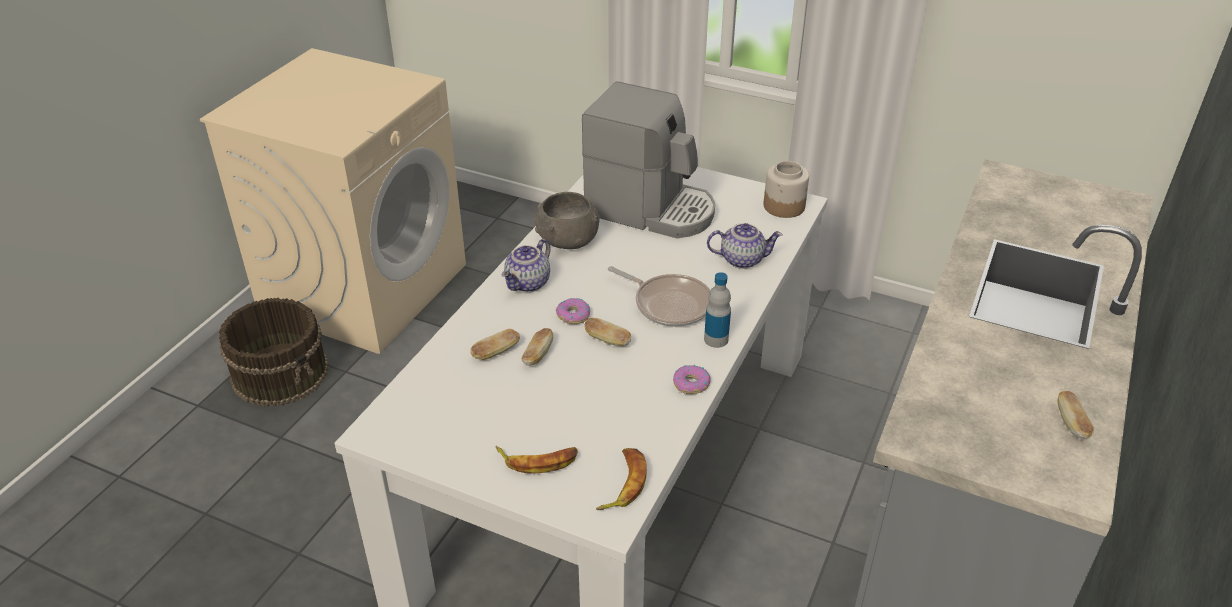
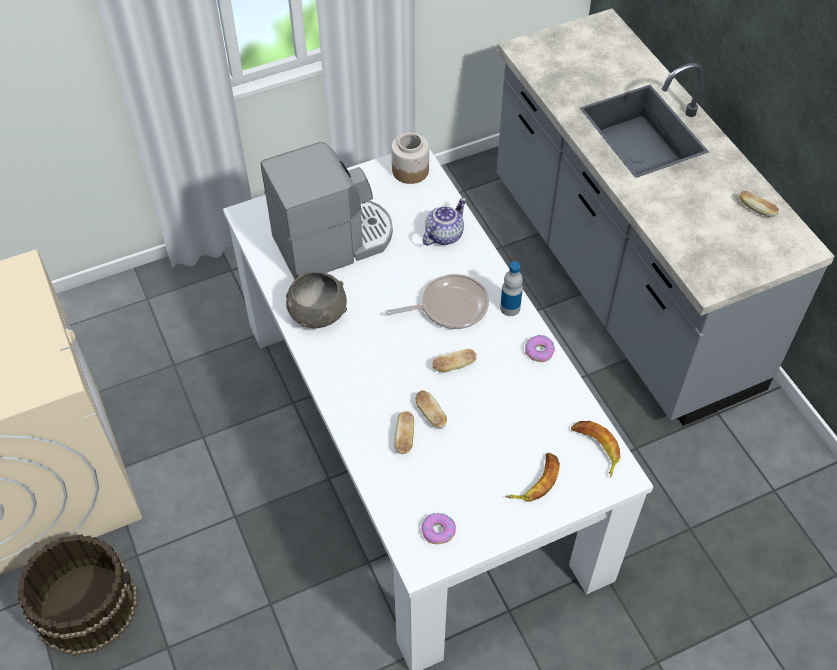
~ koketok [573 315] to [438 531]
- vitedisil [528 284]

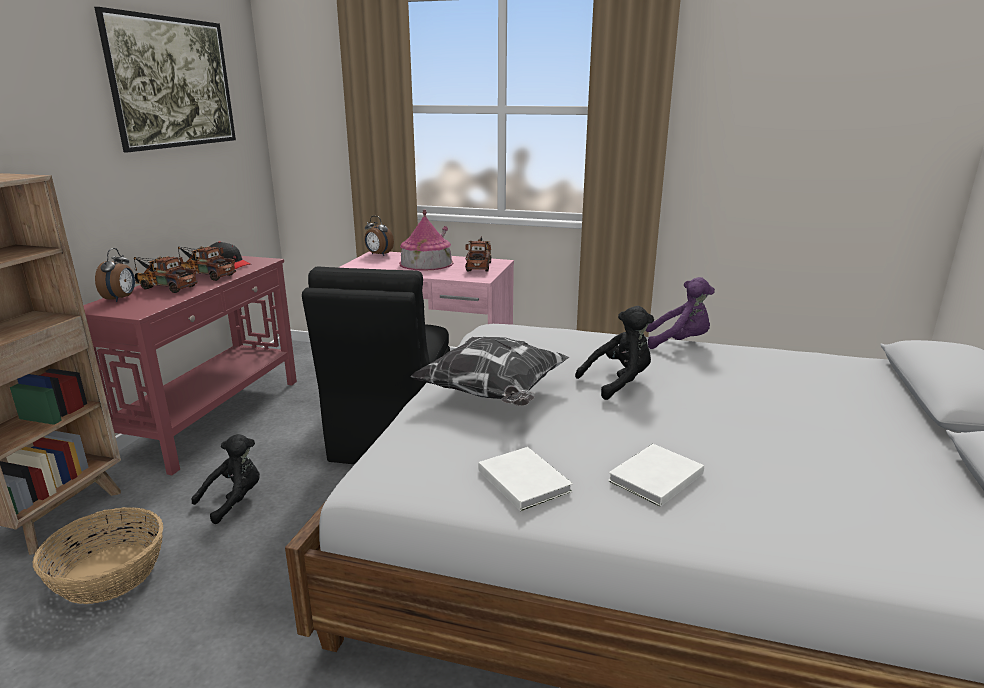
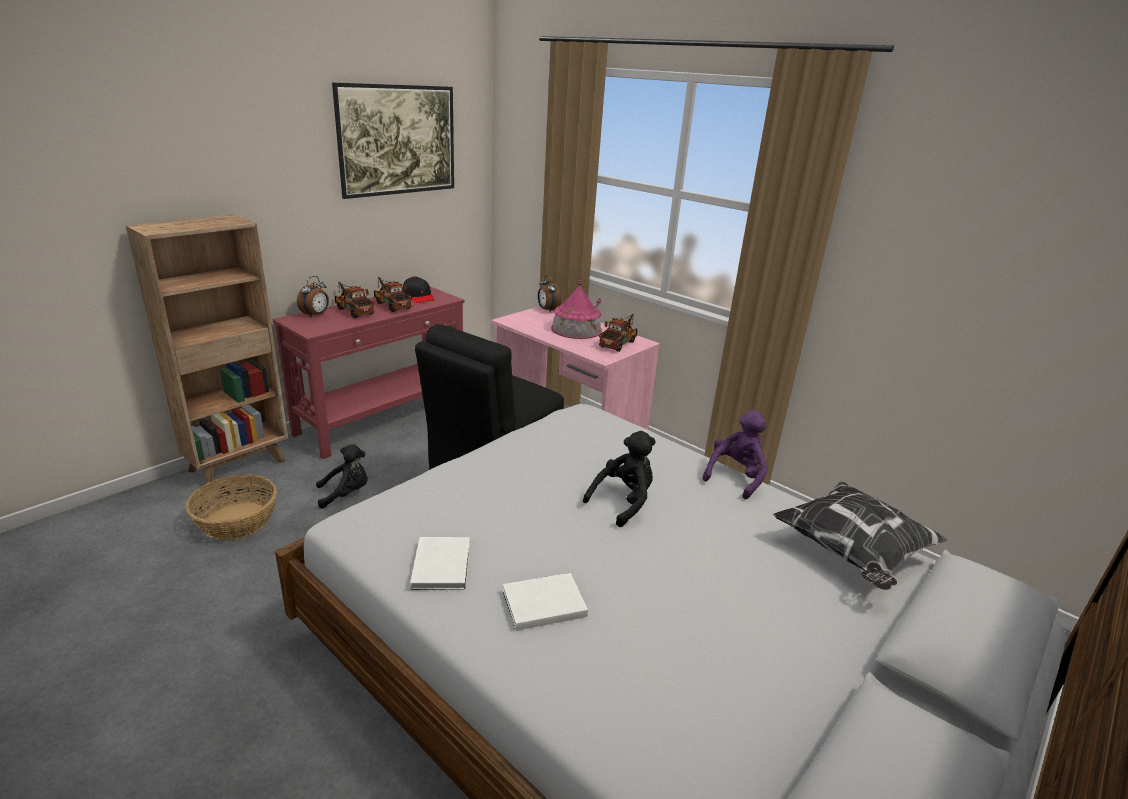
~ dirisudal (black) [618 383] = [623 502] 45 degrees counterclockwise
~ dirisudal (purple) [679 342] = [735 477] 90 degrees counterclockwise
~ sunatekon [494 395] to [852 553]

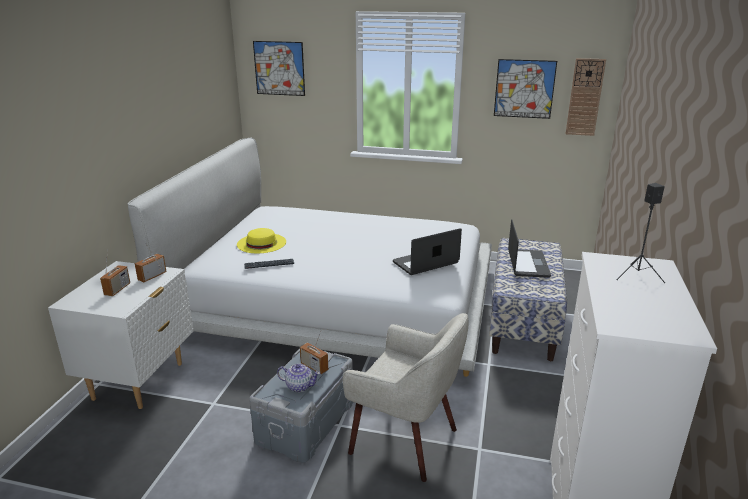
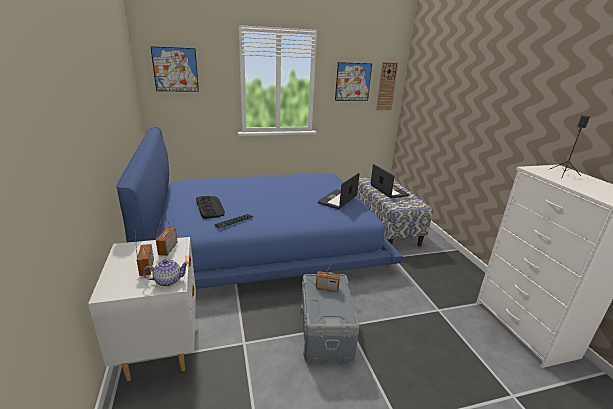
~ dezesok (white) [336 299] to dezesok (blue) [263 239]
~ vitedisil [299 386] to [167 281]
~ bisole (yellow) [261 243] to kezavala [209 207]
- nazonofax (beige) [405 440]

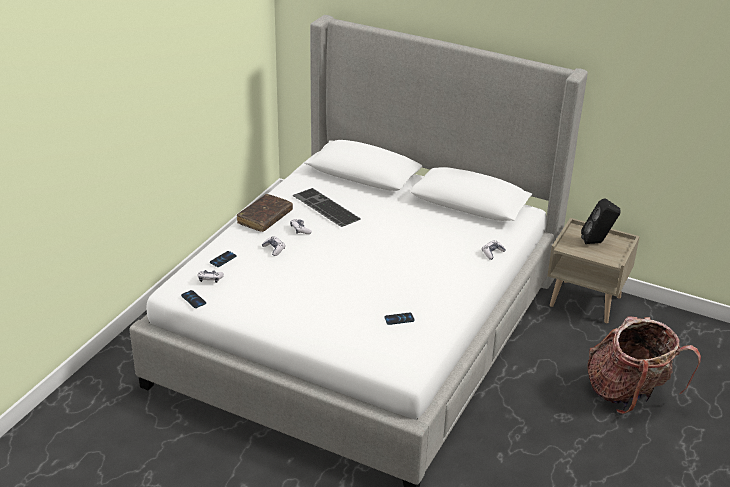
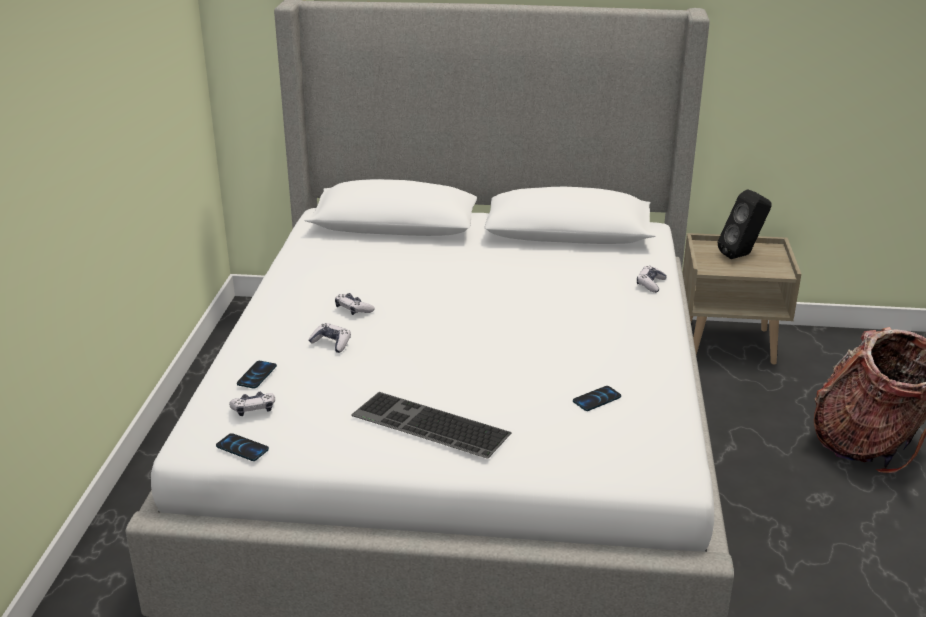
~ kezavala [324 207] to [427 426]
- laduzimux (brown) [265 218]

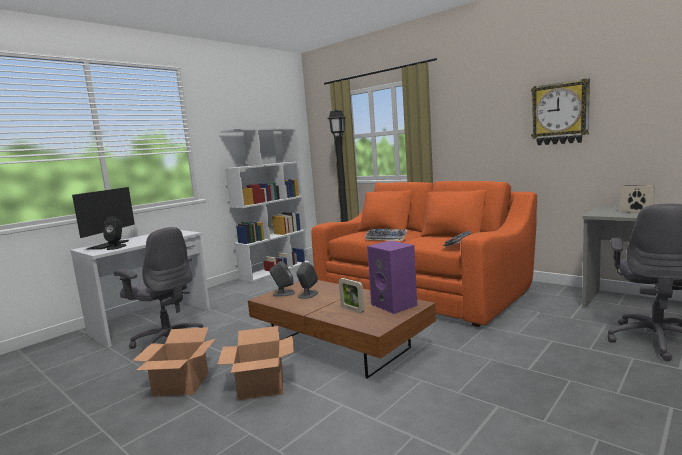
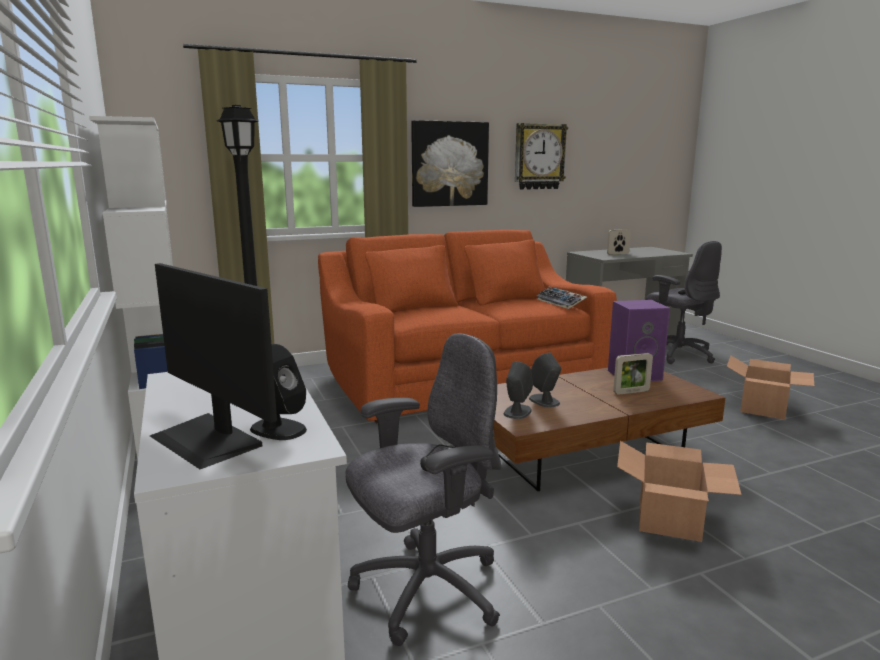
+ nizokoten [449 164]
~ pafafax [182 384] to [762 408]
- kezavala [387 238]

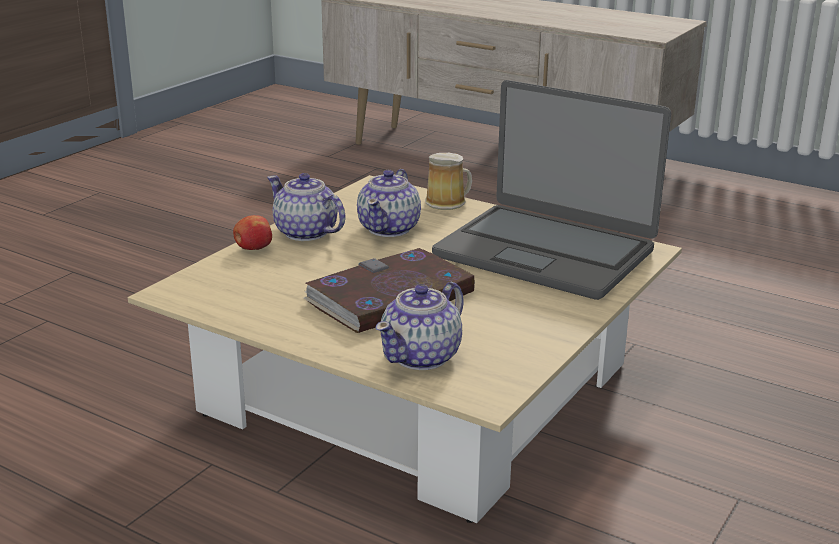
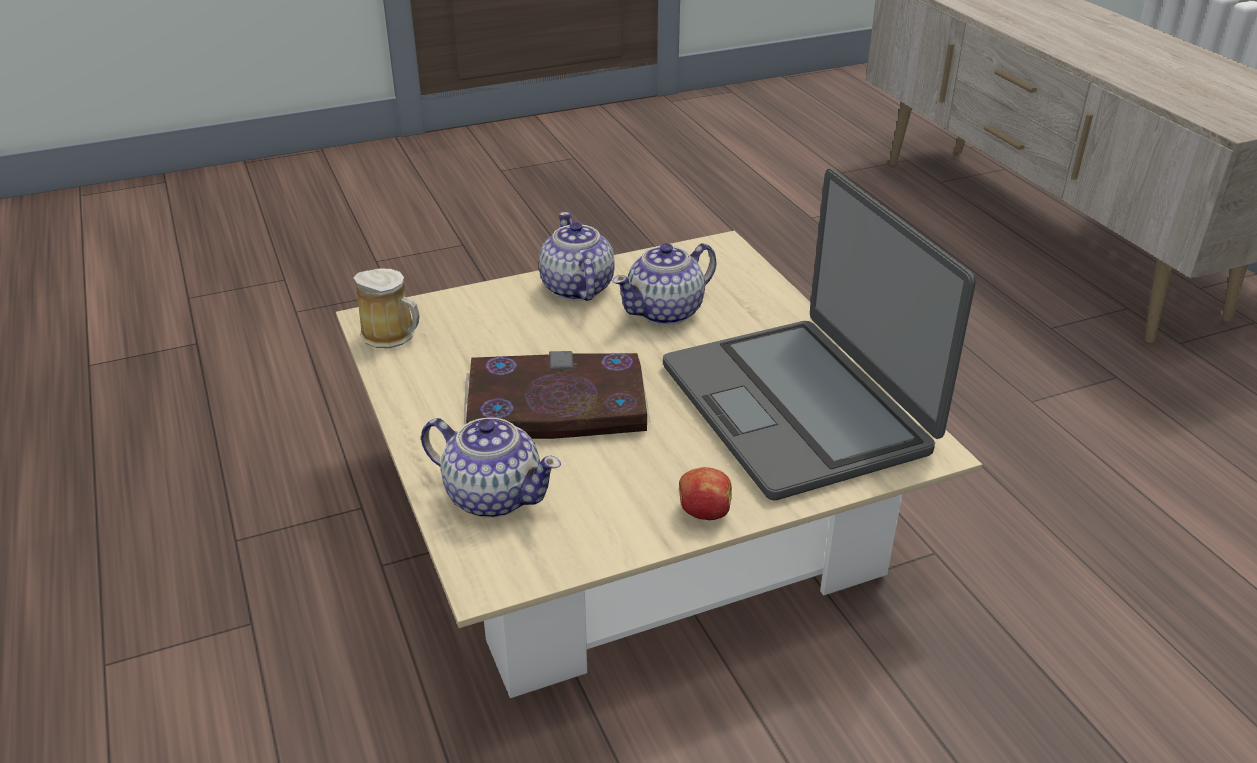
~ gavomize [448 202] to [392 335]
~ vitedisil [422 356] = [493 495] 135 degrees counterclockwise
~ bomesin [253 249] to [703 512]

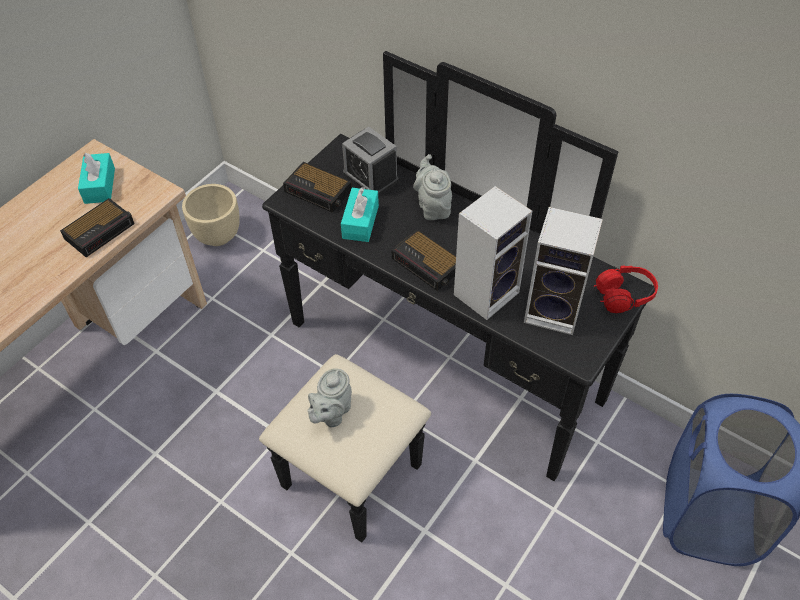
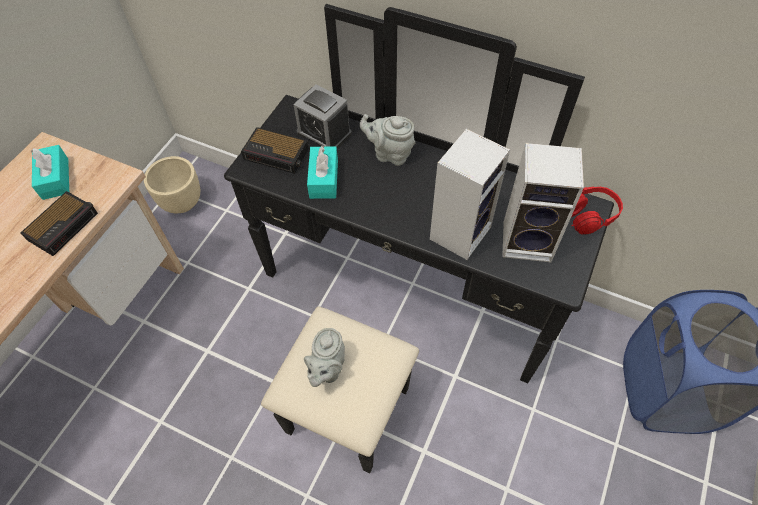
~ vitedisil (grey) [433 206] = [390 154] 45 degrees counterclockwise
- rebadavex [428 264]

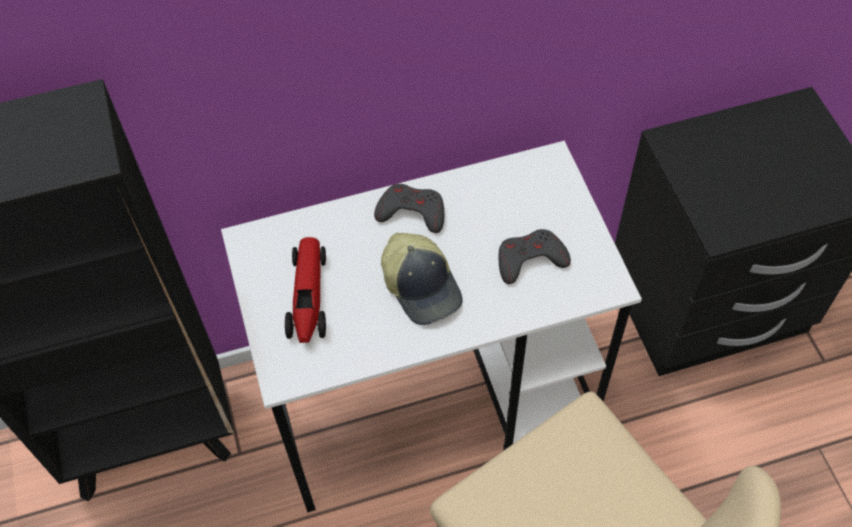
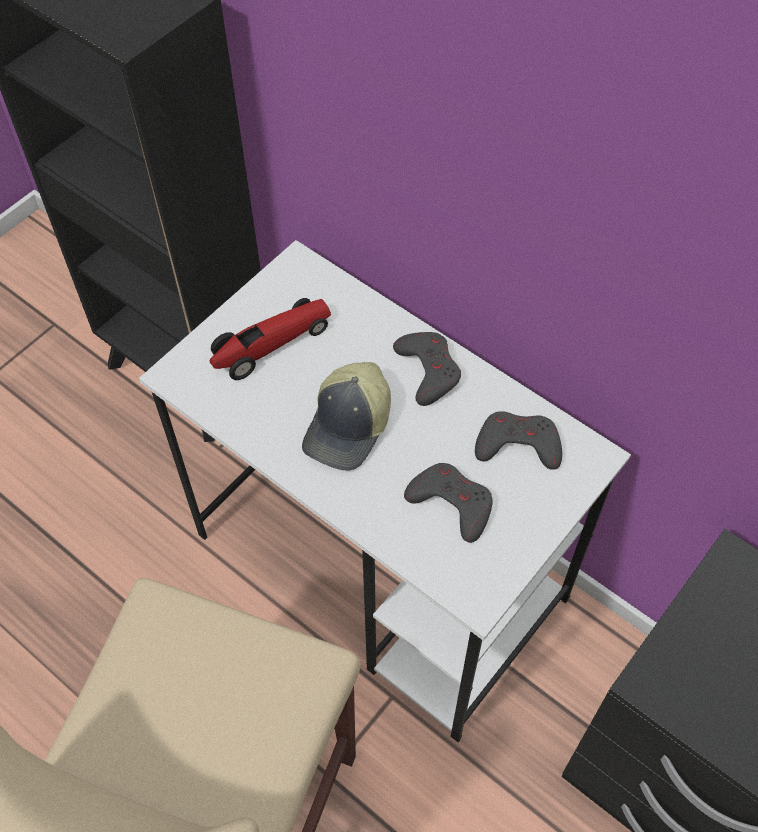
+ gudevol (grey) [518 445]

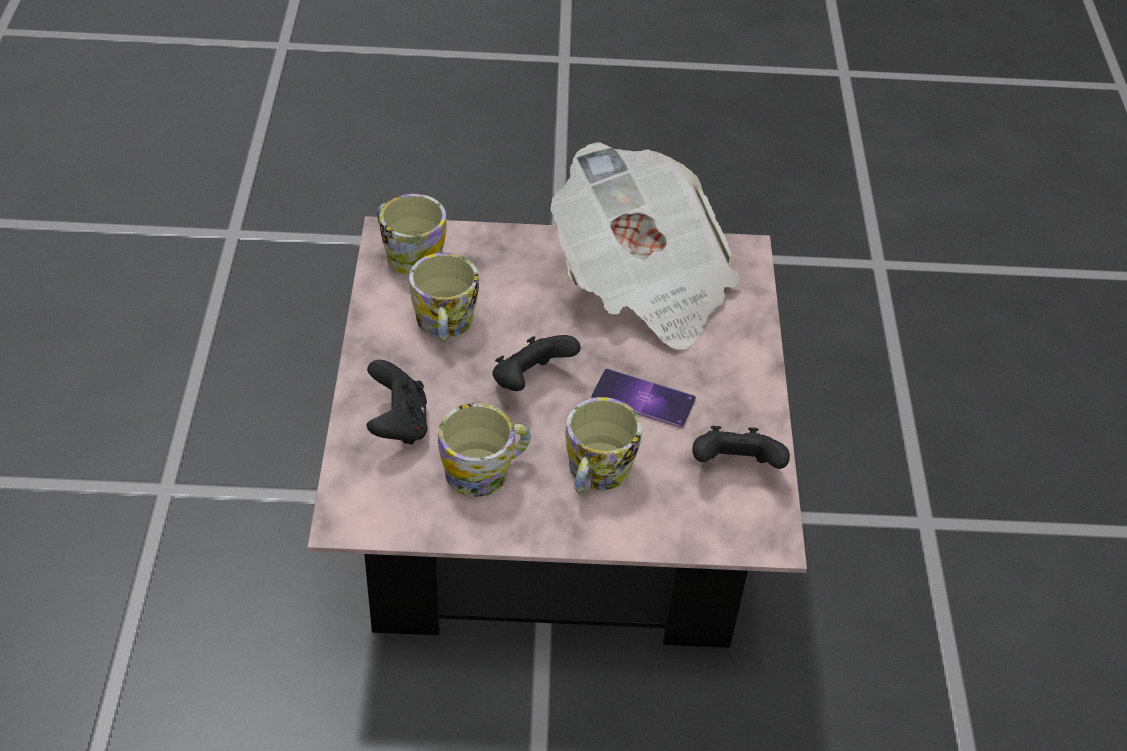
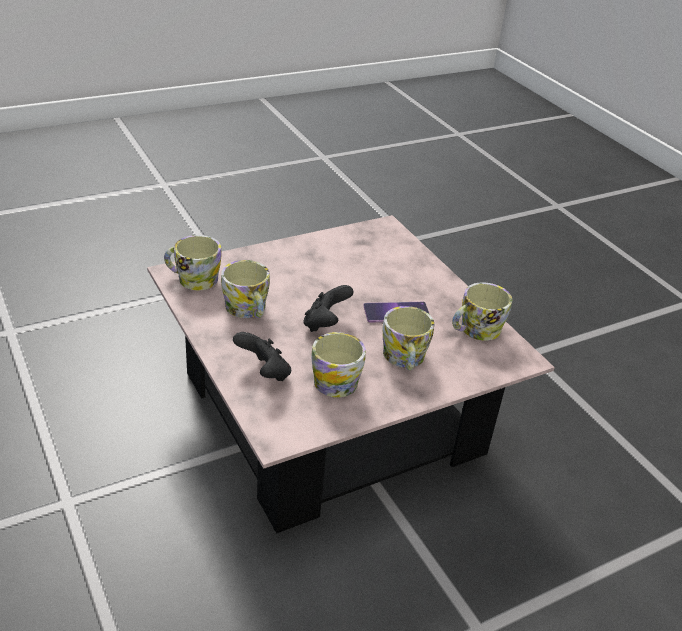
~ gudevol (black) [735 467] to gavomize [475 330]
- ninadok [643 283]

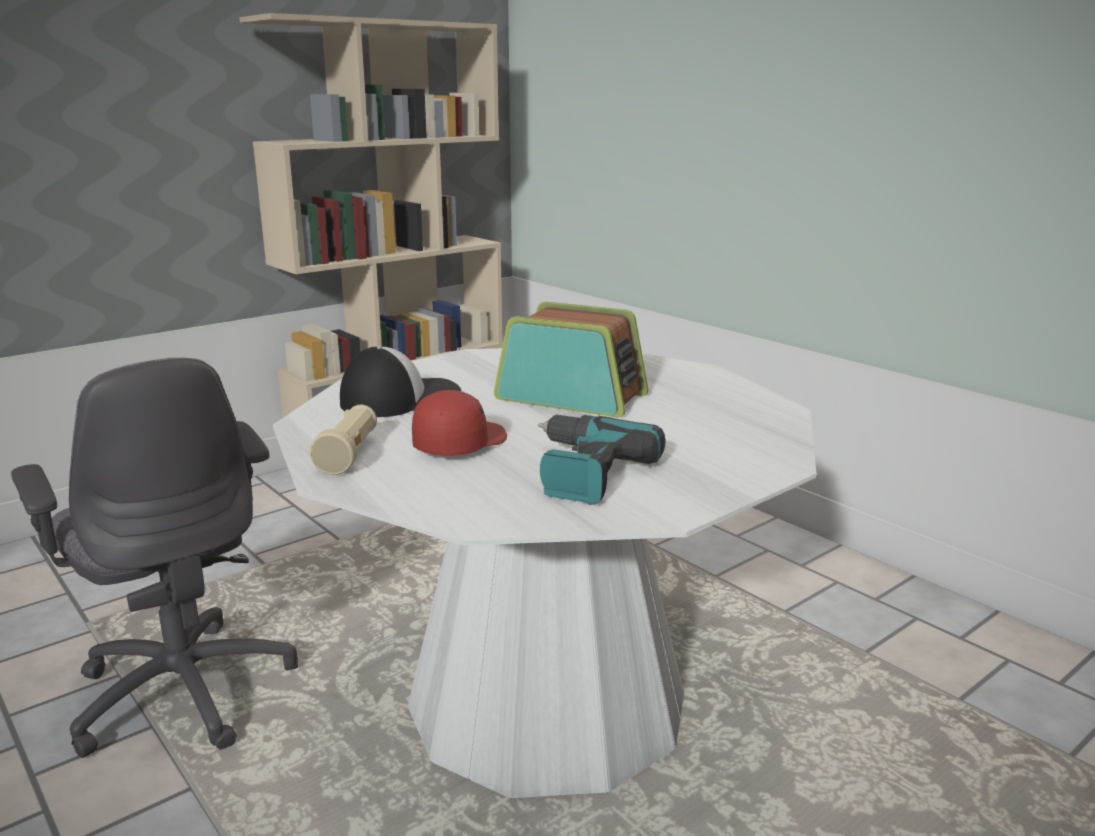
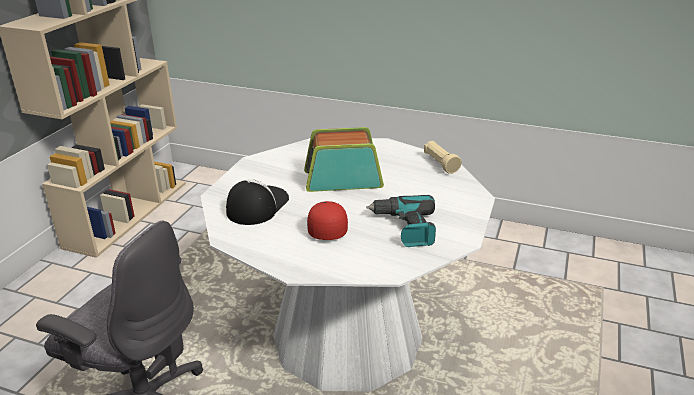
~ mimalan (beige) [349 455] to [440 164]

